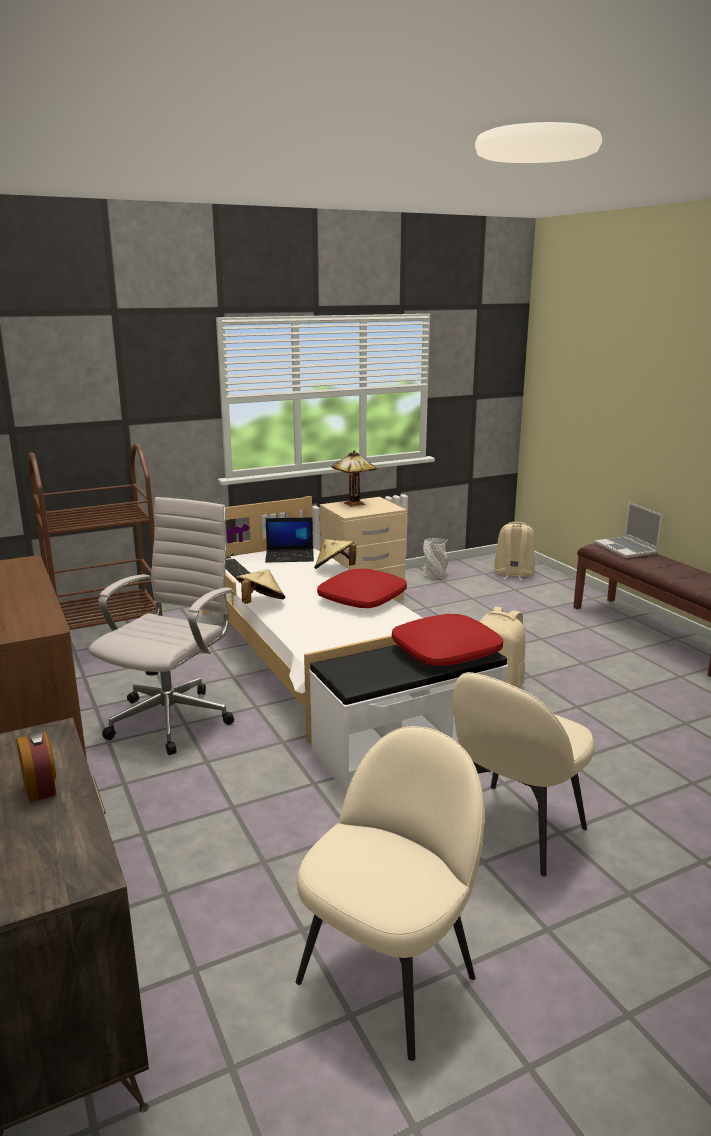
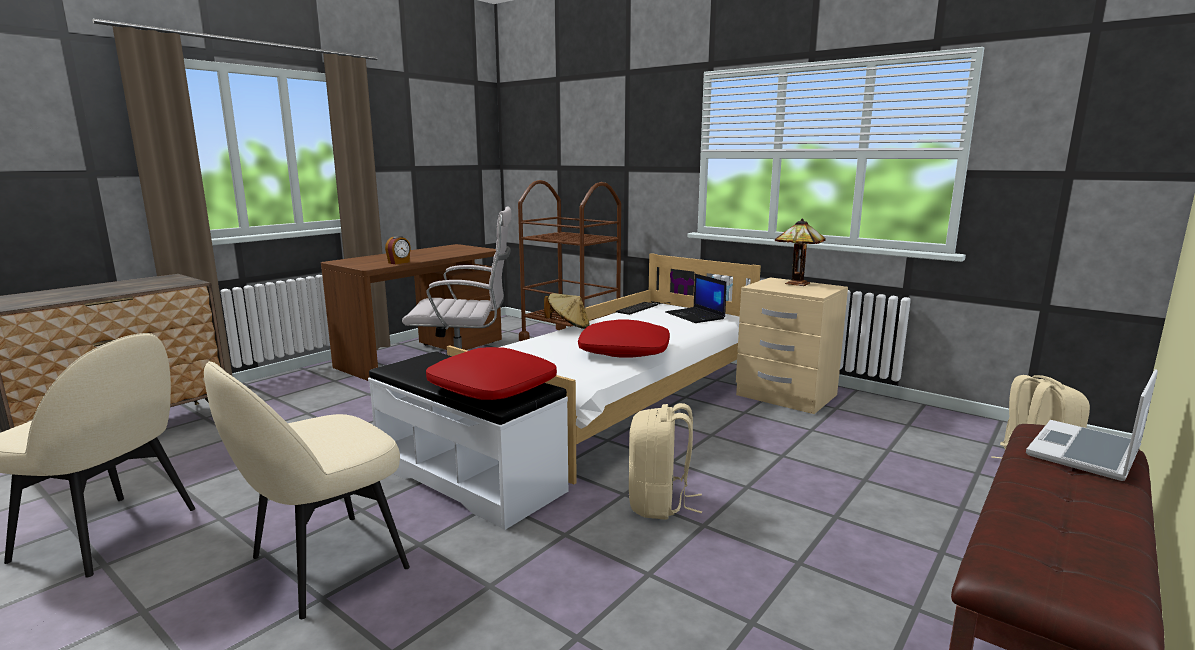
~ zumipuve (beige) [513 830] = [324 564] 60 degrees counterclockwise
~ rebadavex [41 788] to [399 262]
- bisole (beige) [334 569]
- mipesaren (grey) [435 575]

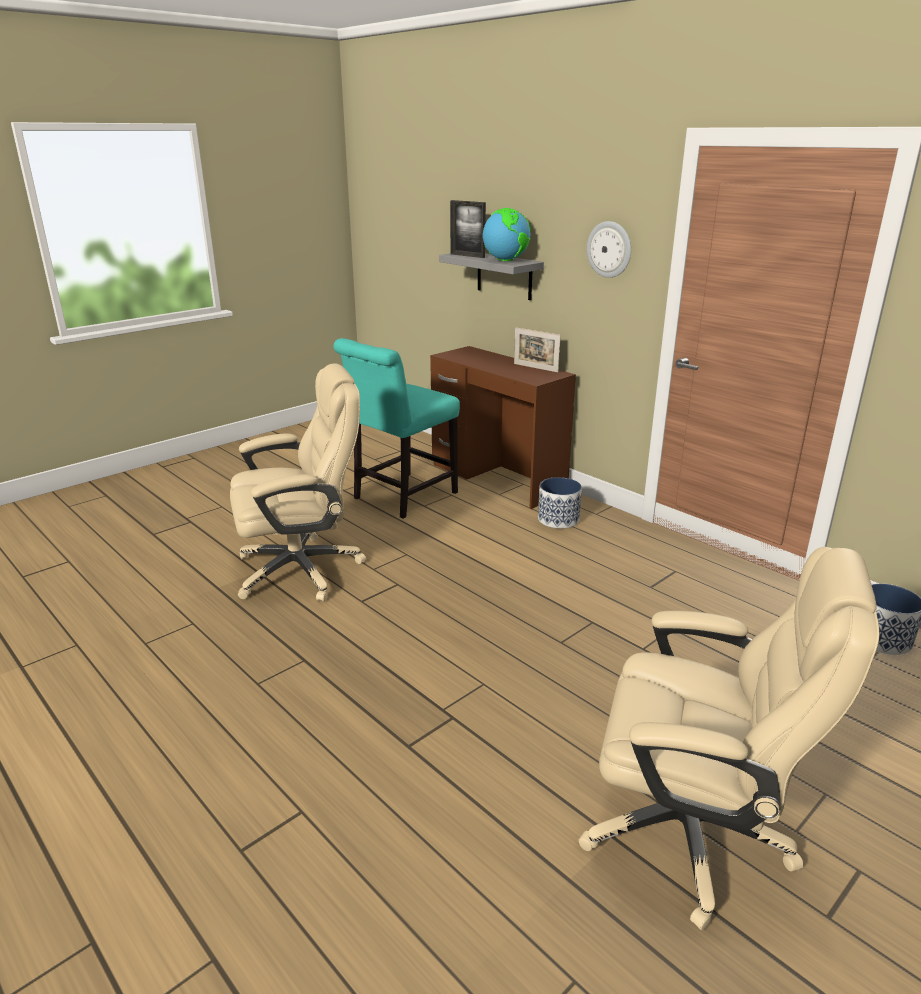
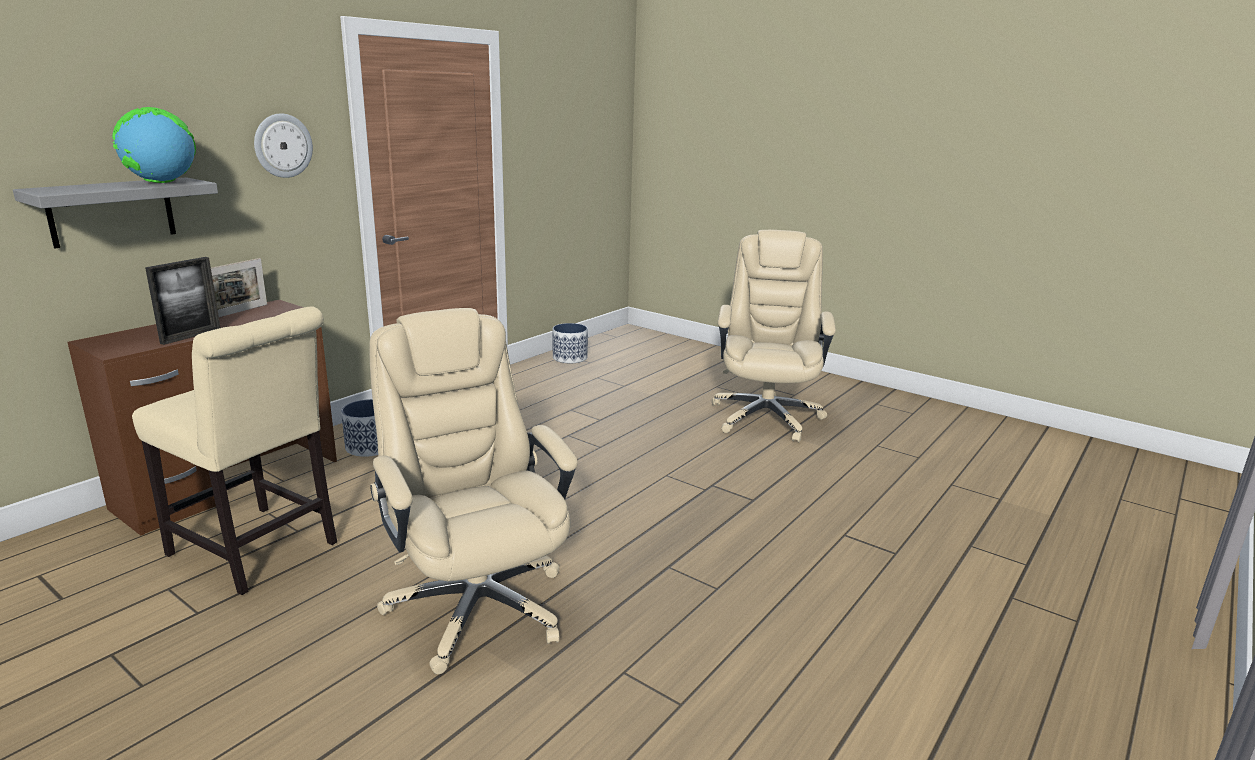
~ zumipuve (turquoise) [401 497] to zumipuve (beige) [258 552]
~ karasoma [467 255] to [191 336]

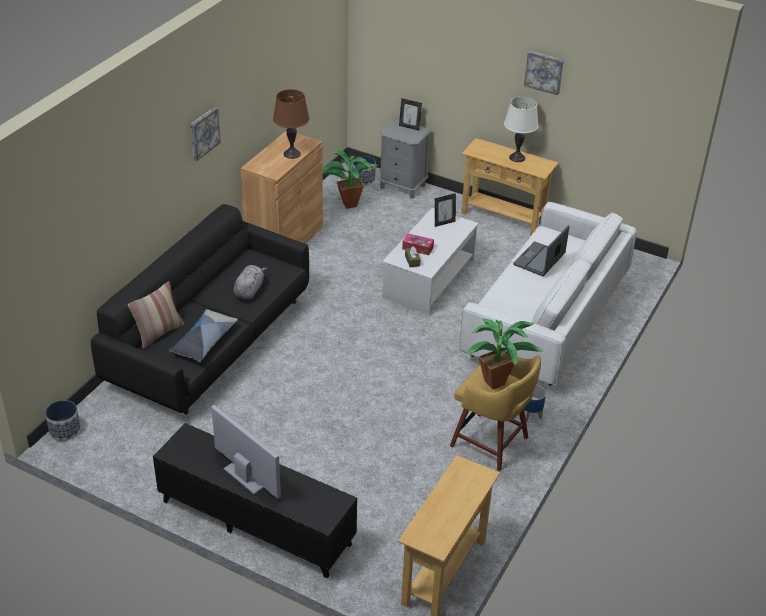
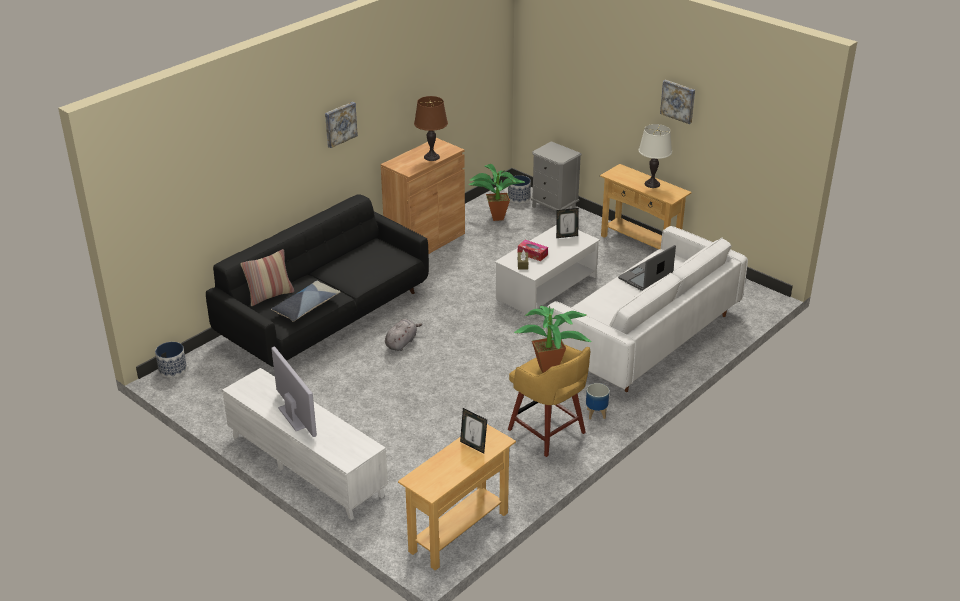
~ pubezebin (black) [256 523] to pubezebin (white) [306 466]
~ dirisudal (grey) [249 290] to [401 343]
~ karasoma [409 127] to [473 446]

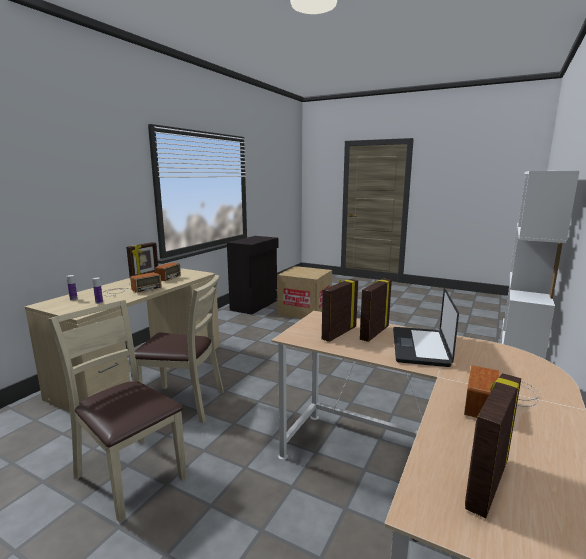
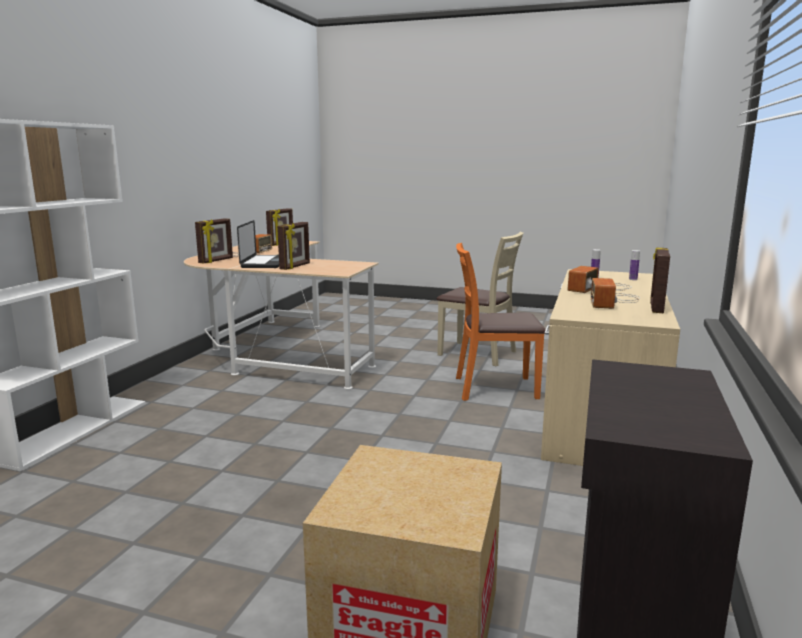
~ karasoma [338 333] to [216 261]
~ zumipuve (beige) [184 403] to zumipuve (orange) [494 388]

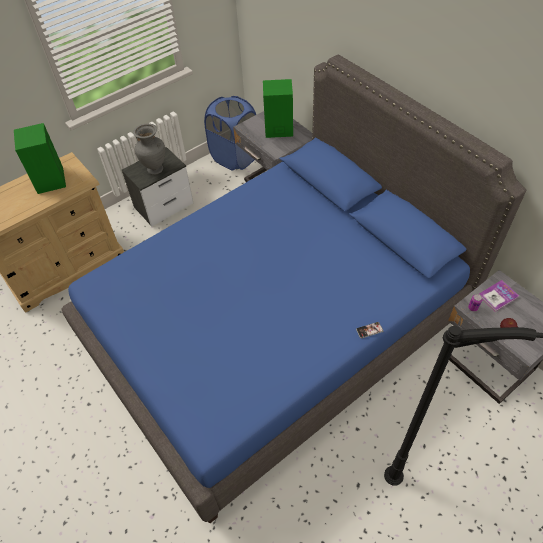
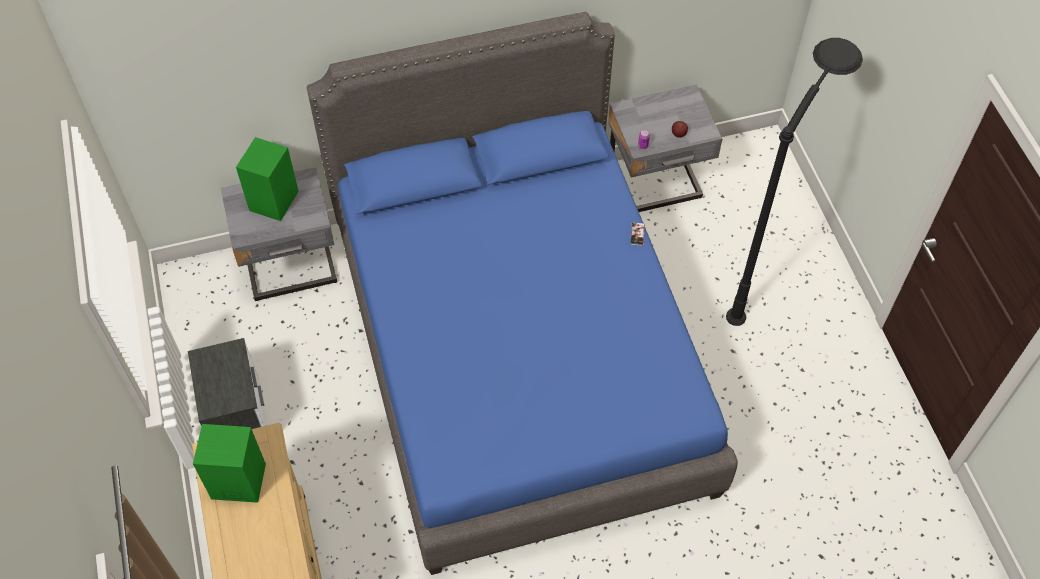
- mipesaren (grey) [155 169]
- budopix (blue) [235 157]
- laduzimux [498 296]

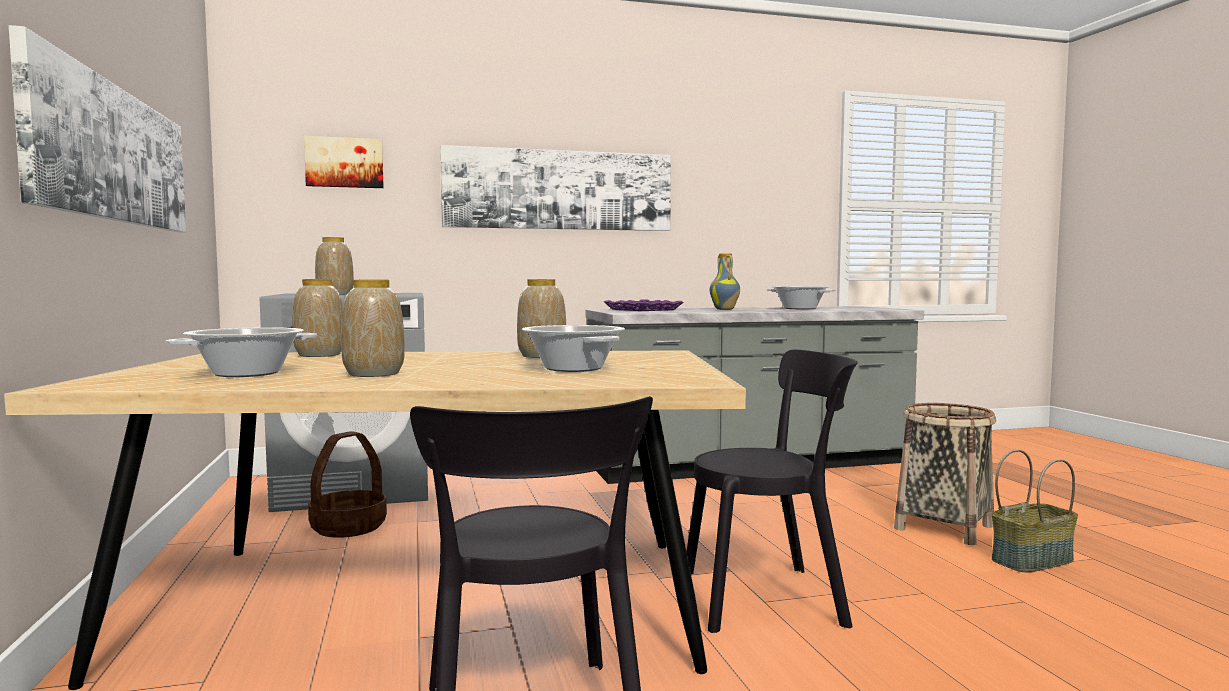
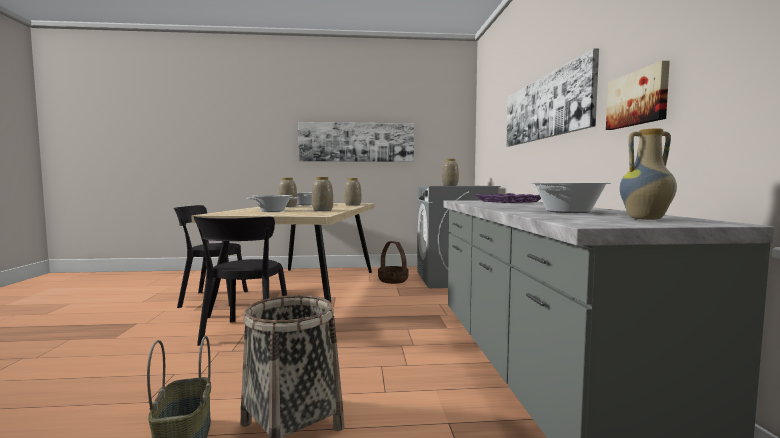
~ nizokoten [344 163] to [638 98]
~ mipesaren [725 309] to [646 219]

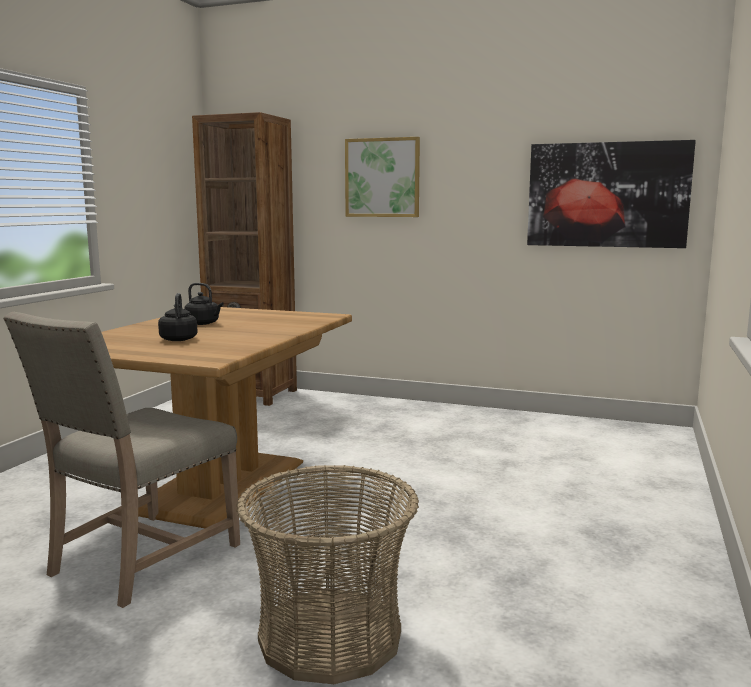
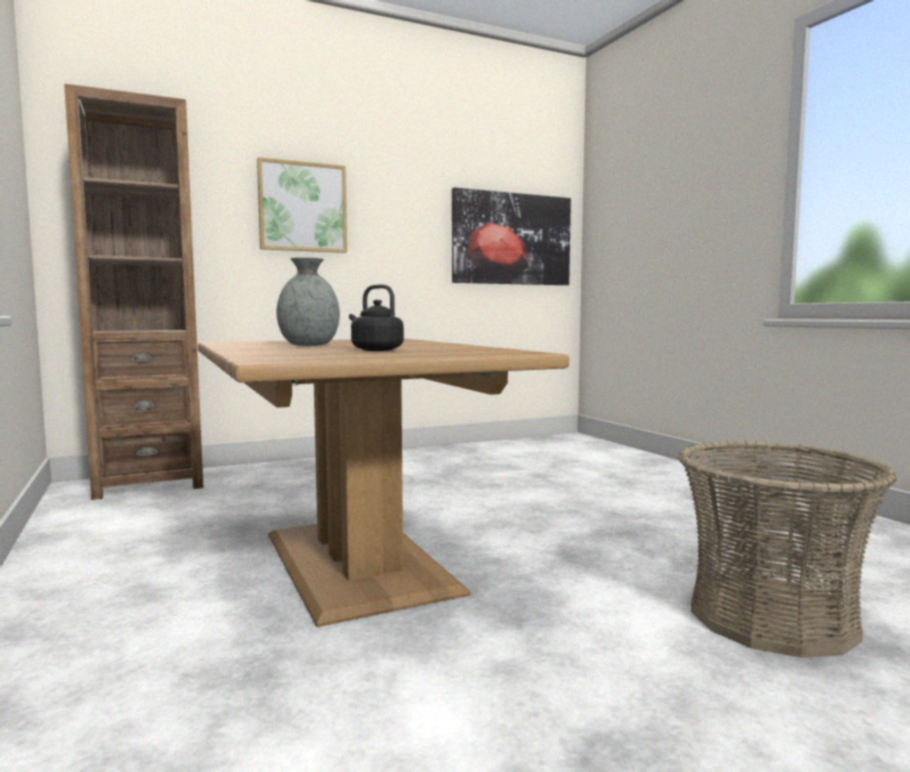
~ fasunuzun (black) [204 323] to mipesaren (grey) [309 345]
- zumipuve (beige) [139 560]

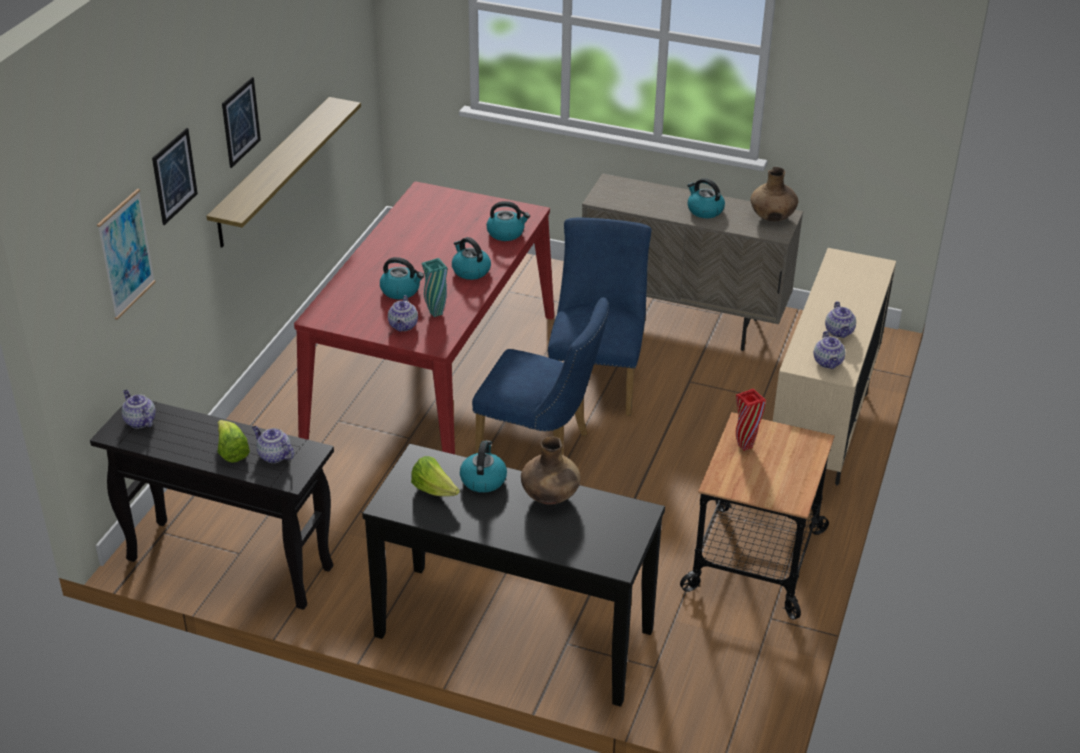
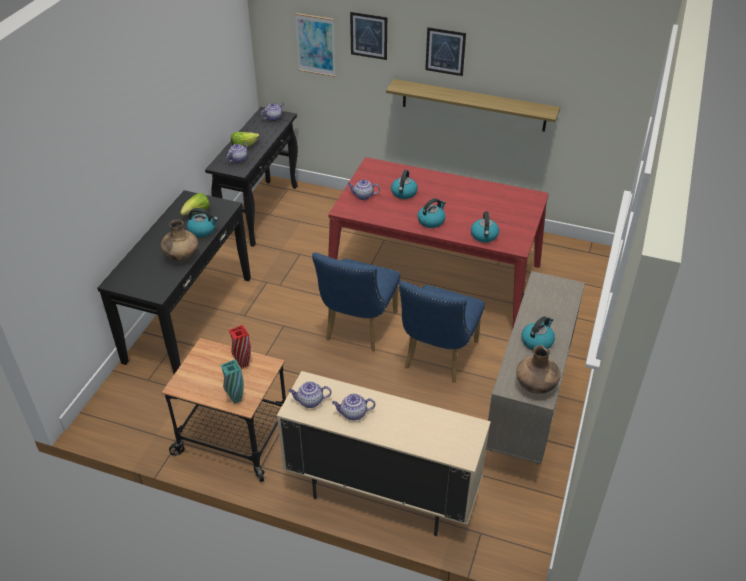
~ mipesaren (turquoise) [436 313] to [236 399]
~ zumipuve (blue) [597 381] = [437 358] 105 degrees clockwise

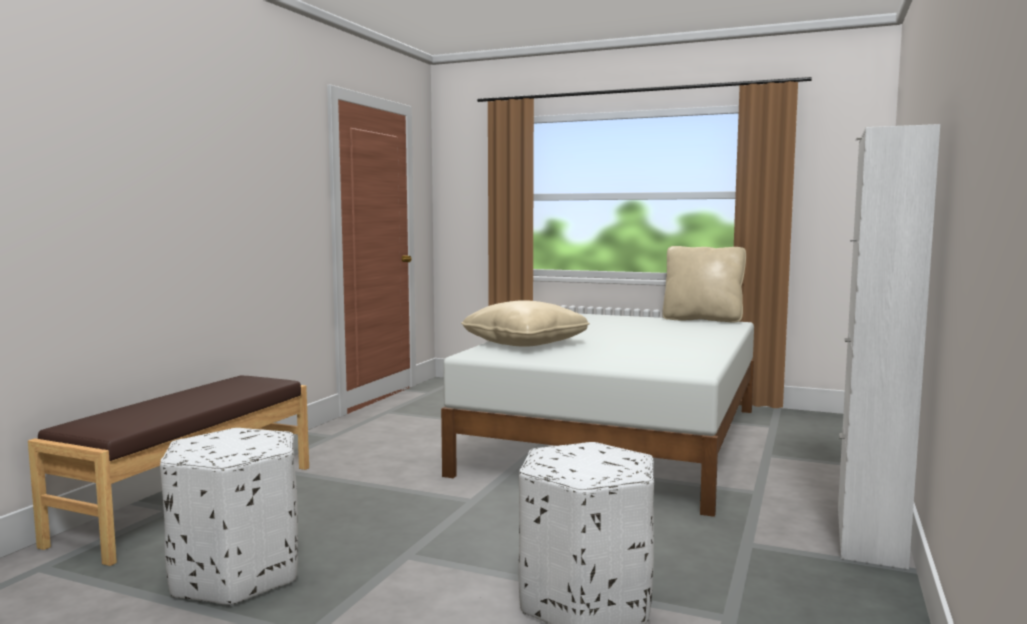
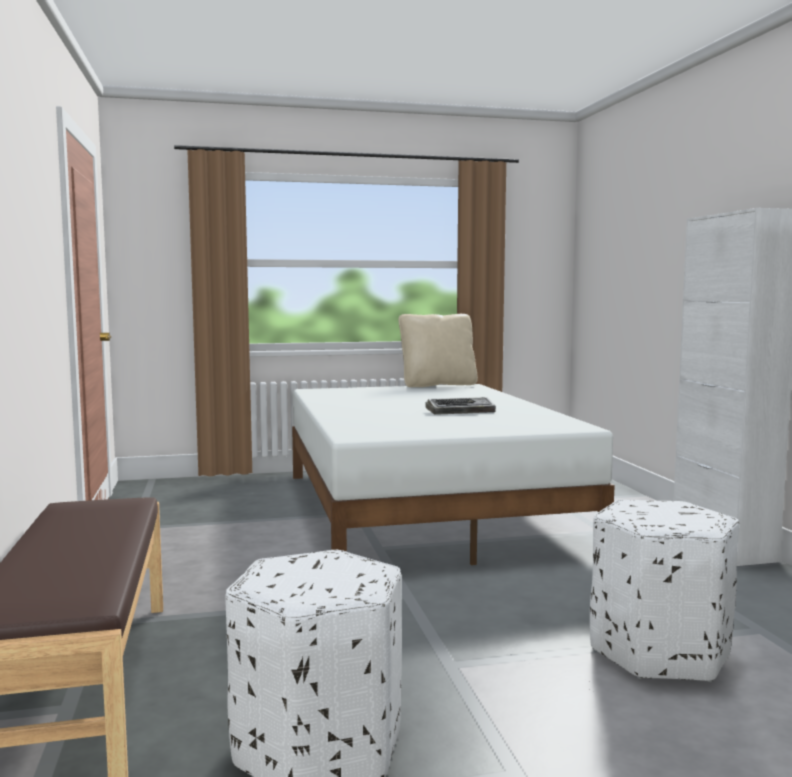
+ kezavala [461 411]
- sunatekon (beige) [525 344]

